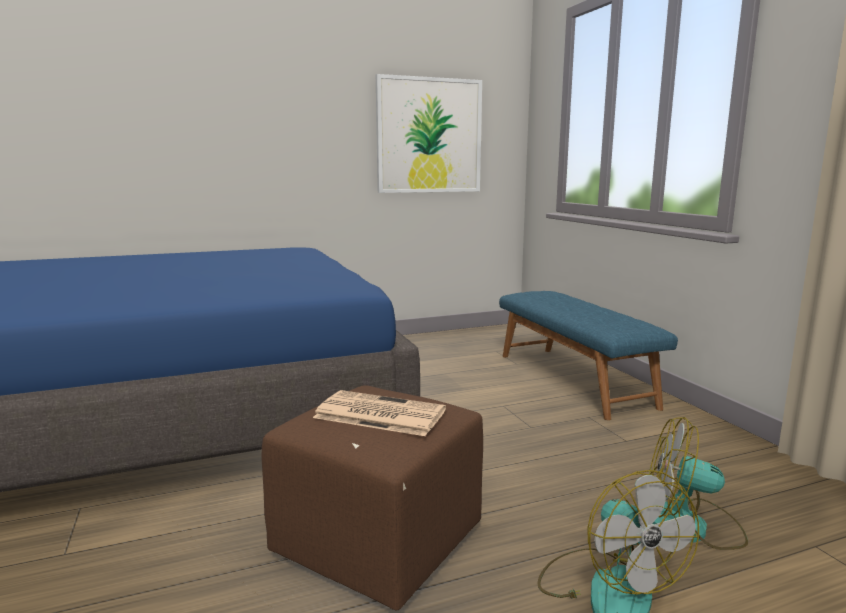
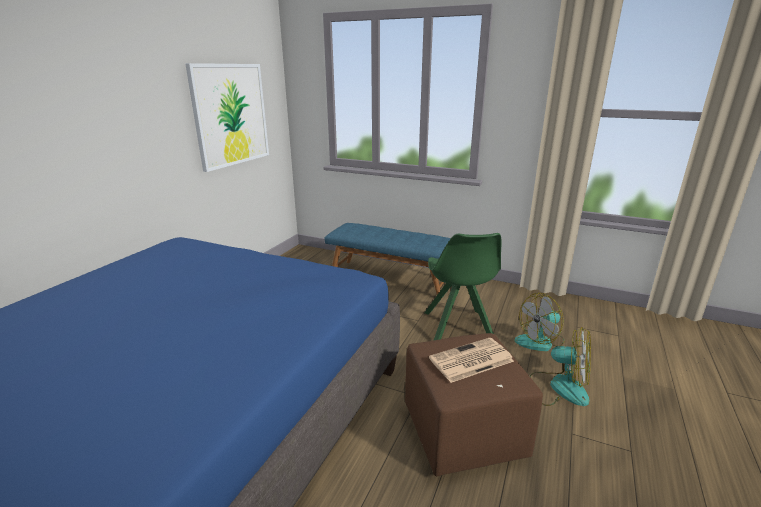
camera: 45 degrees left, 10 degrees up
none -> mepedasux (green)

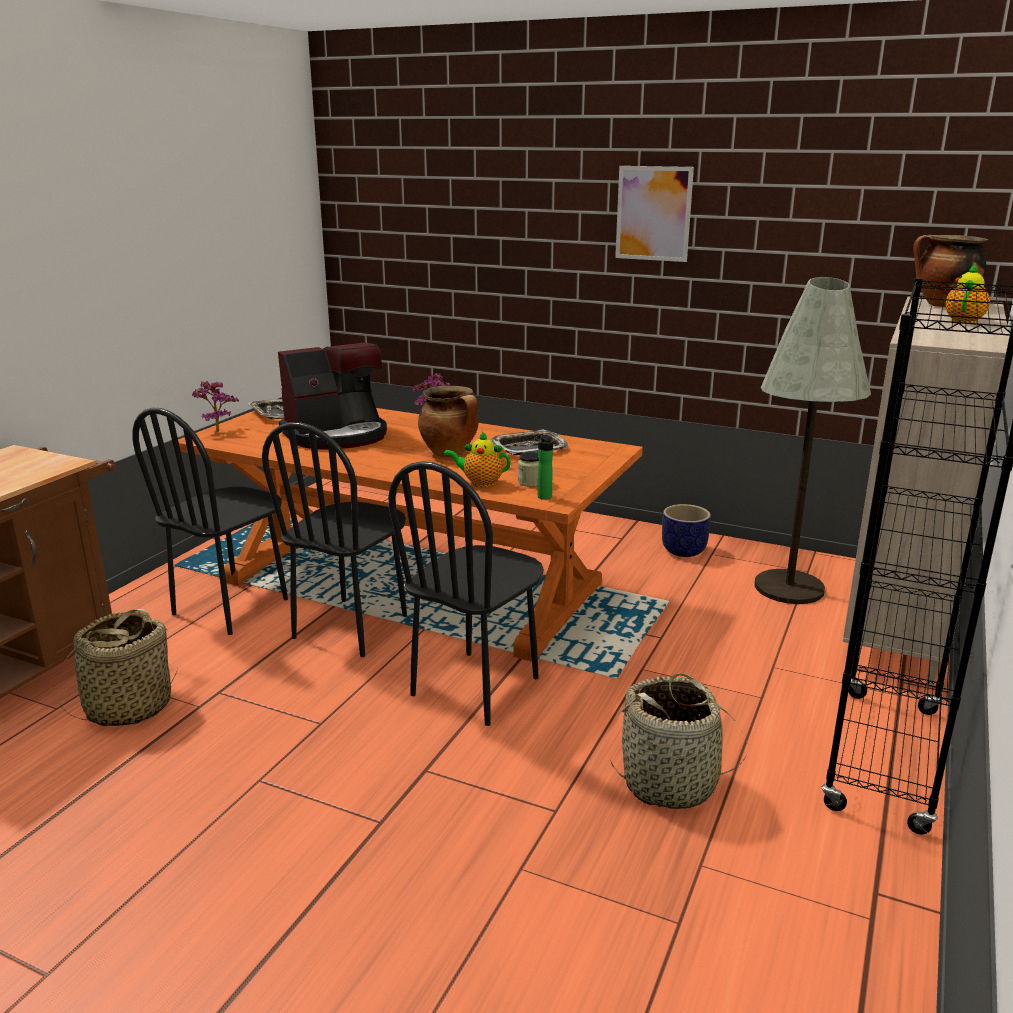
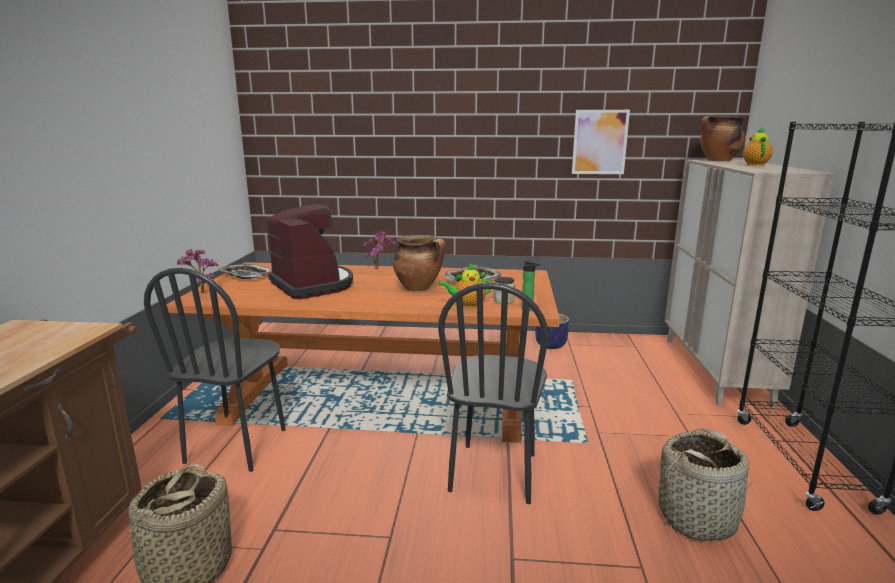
camera: 20 degrees left, 5 degrees down
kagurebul, 75 degrees counterclockwise
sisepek, relocated
mepedasux (black) (no. 2 from left) -> none
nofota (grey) -> none

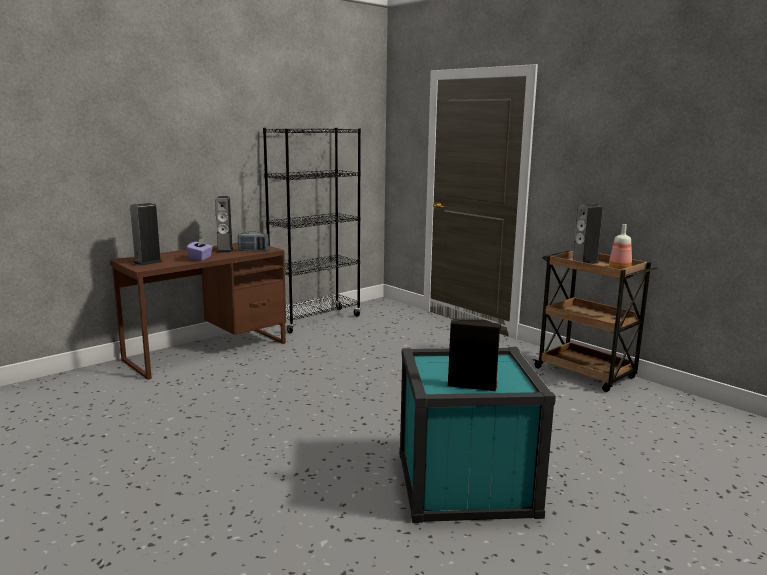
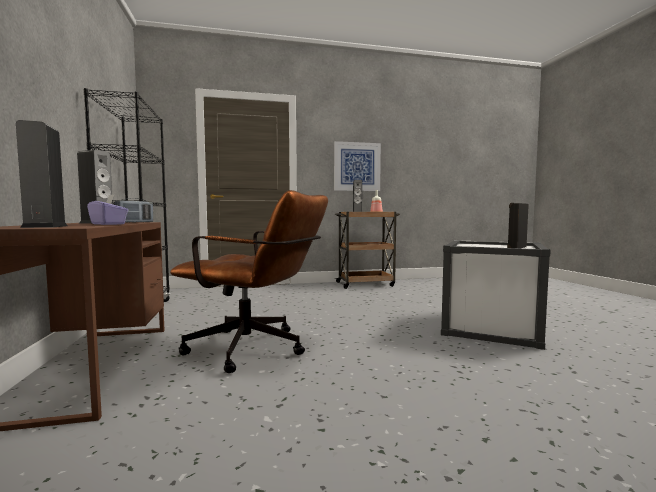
camera: 60 degrees left, 10 degrees down
none -> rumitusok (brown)
none -> sisepek
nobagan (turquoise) -> nobagan (white)

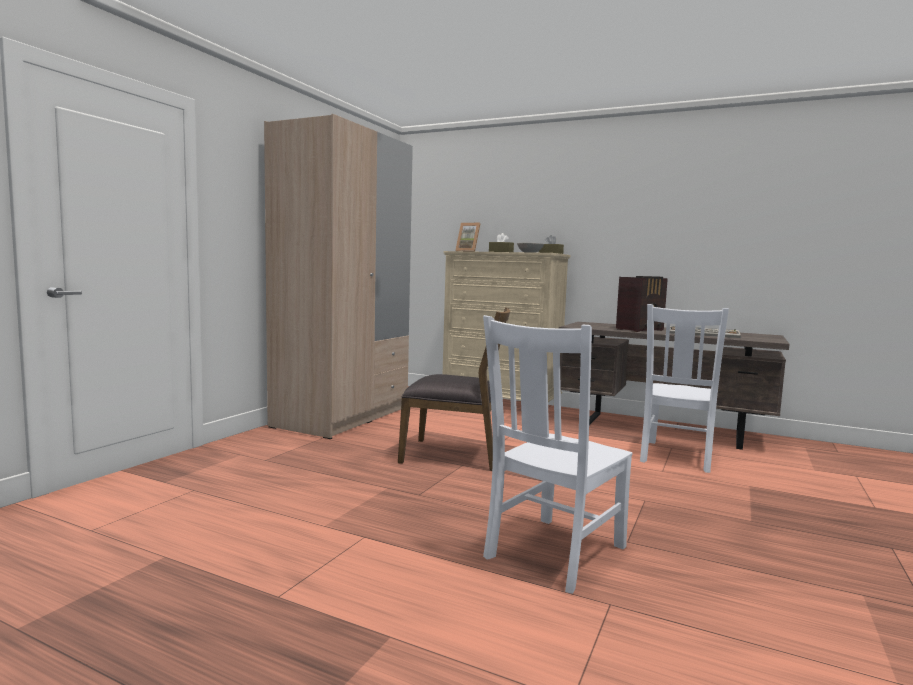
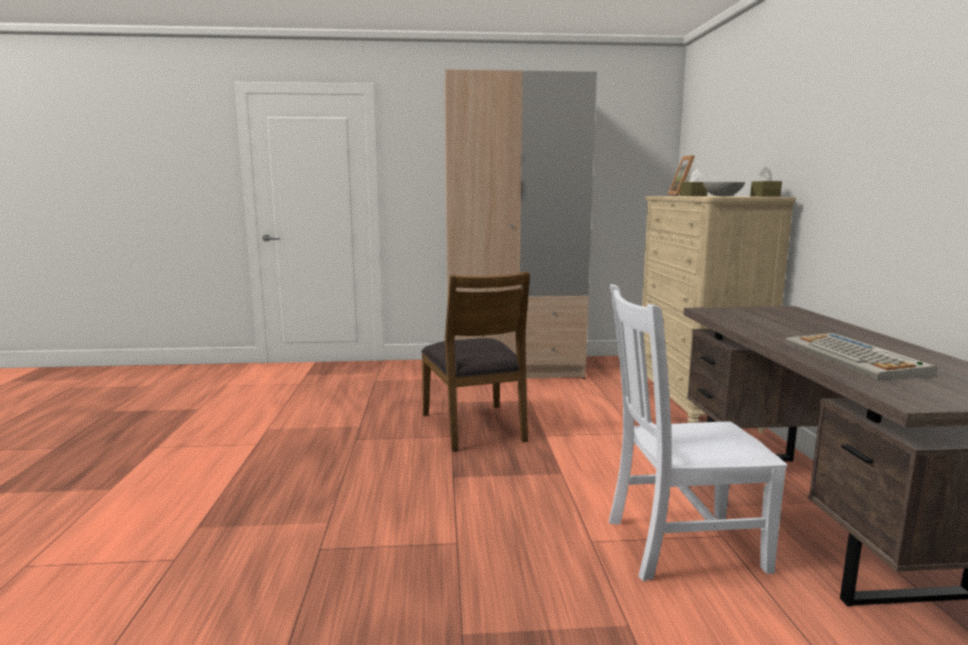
camera: 60 degrees right, 5 degrees up
mepedasux (white) (no. 1 from left) -> none
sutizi -> none

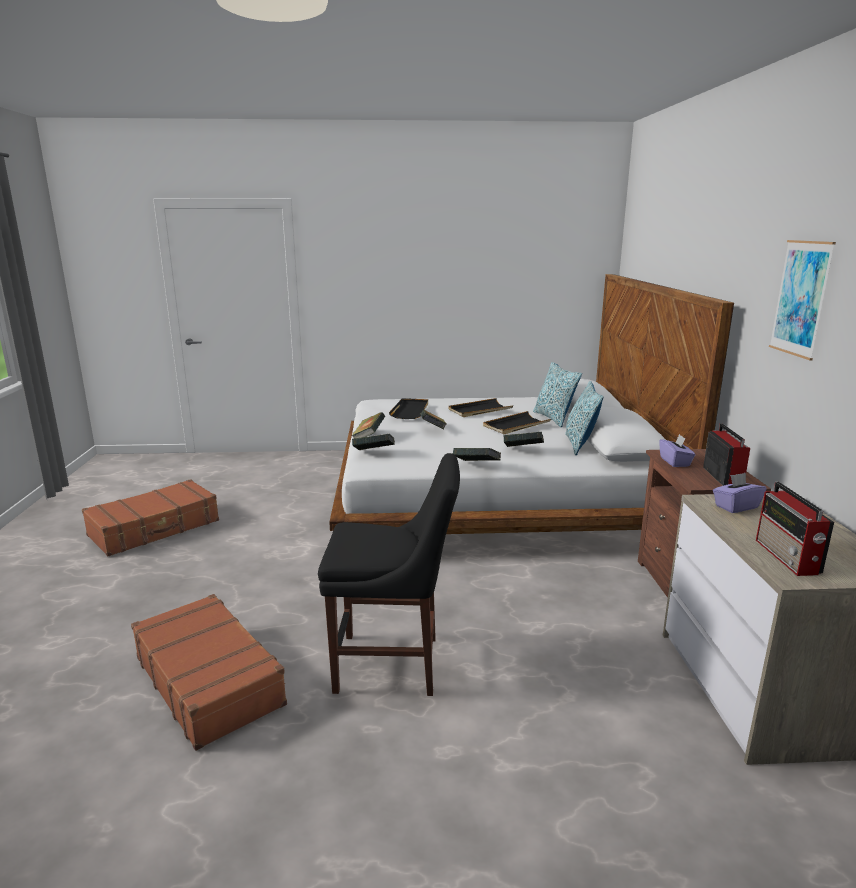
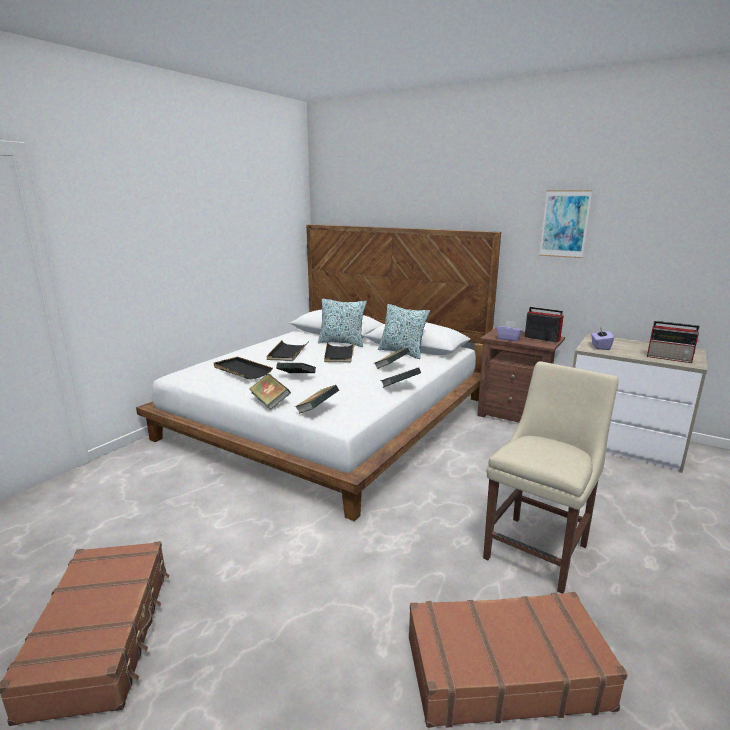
camera: 55 degrees left, 0 degrees up
mepedasux (black) -> mepedasux (beige)

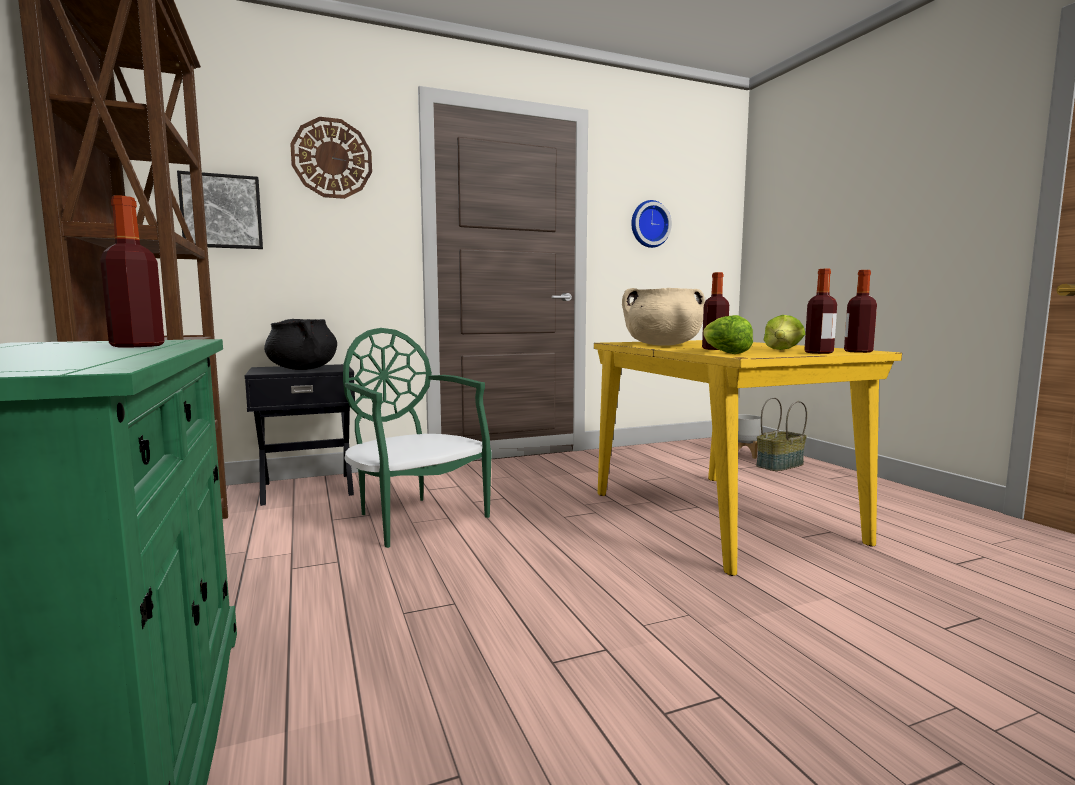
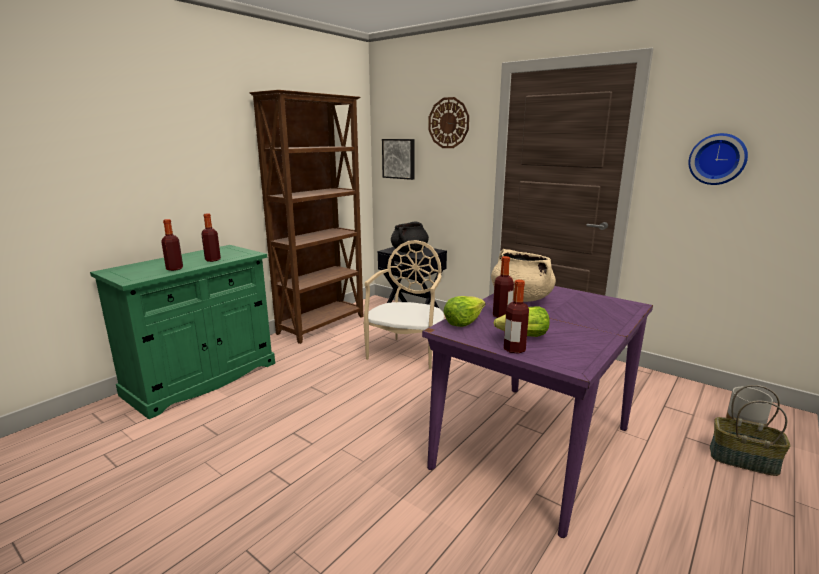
camera: 60 degrees right, 10 degrees up
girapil (no. 4 from left in the first image) -> girapil (no. 1 from left), relocated
mepedasux (green) -> mepedasux (beige)
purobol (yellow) -> purobol (purple)

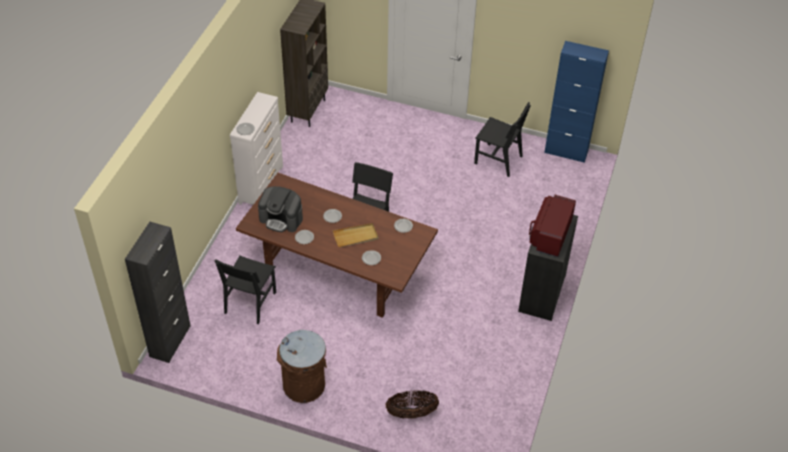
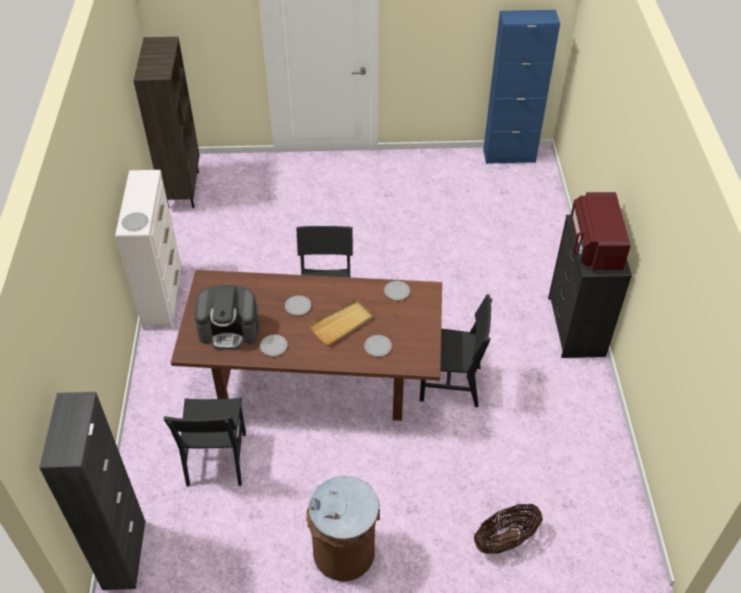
camera: 20 degrees left, 0 degrees up
mepedasux (black) (no. 3 from left), relocated

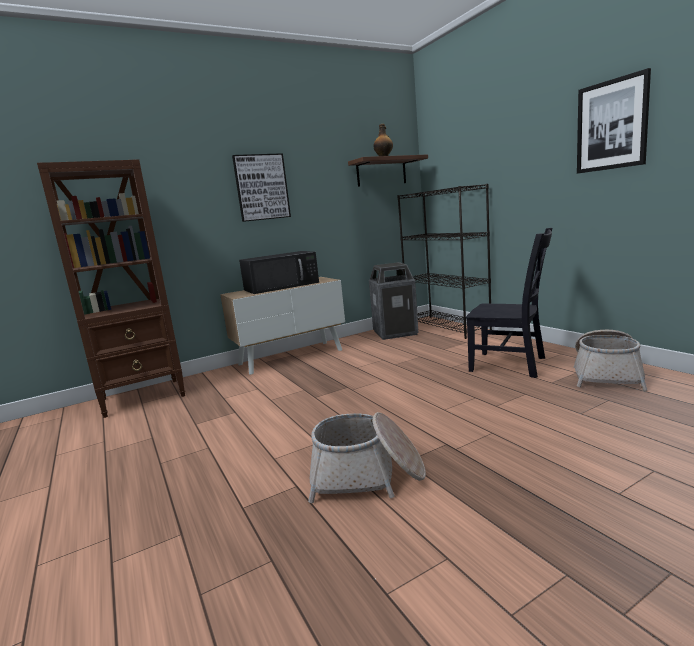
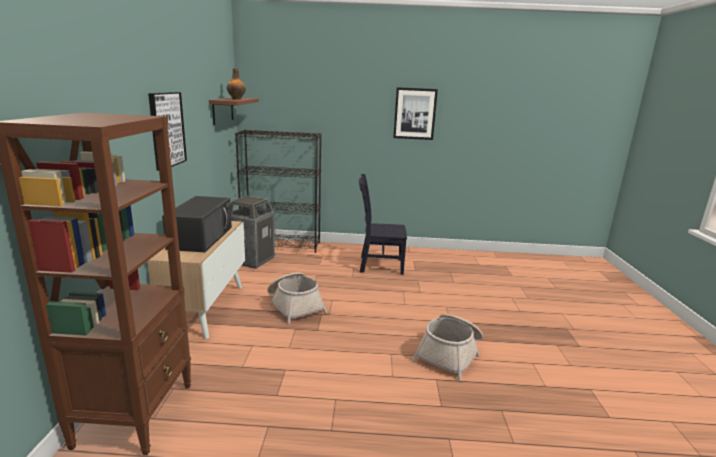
camera: 60 degrees left, 5 degrees up
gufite (no. 2 from left in the first image) -> gufite (no. 1 from left), relocated
mepedasux (black), 150 degrees counterclockwise

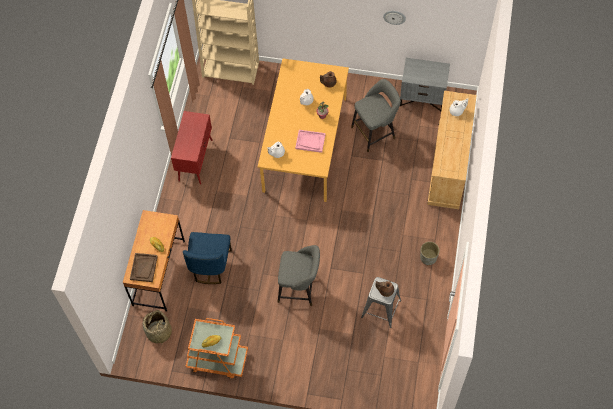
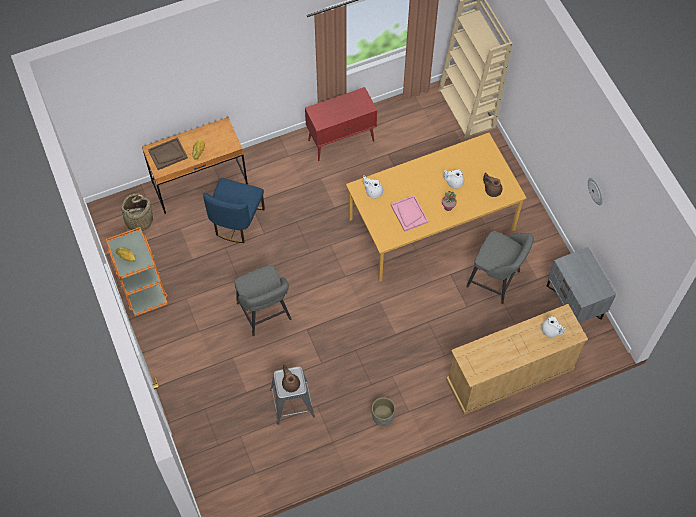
camera: 55 degrees right, 0 degrees up
mepedasux (blue), 45 degrees counterclockwise

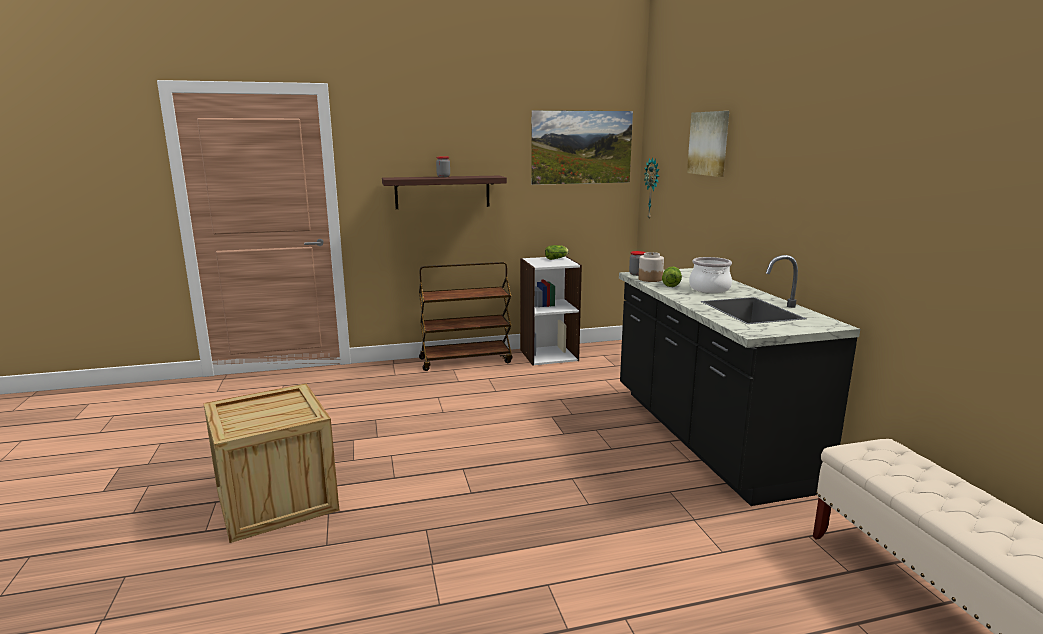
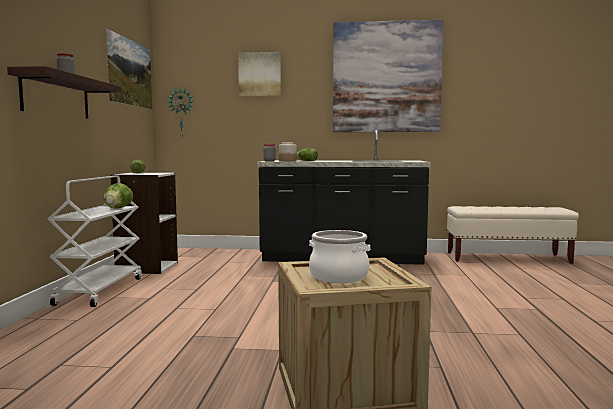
camera: 70 degrees left, 10 degrees down
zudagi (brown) -> zudagi (white)
none -> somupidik (no. 1 from left)
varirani, relocated
none -> sisepek (no. 3 from left)

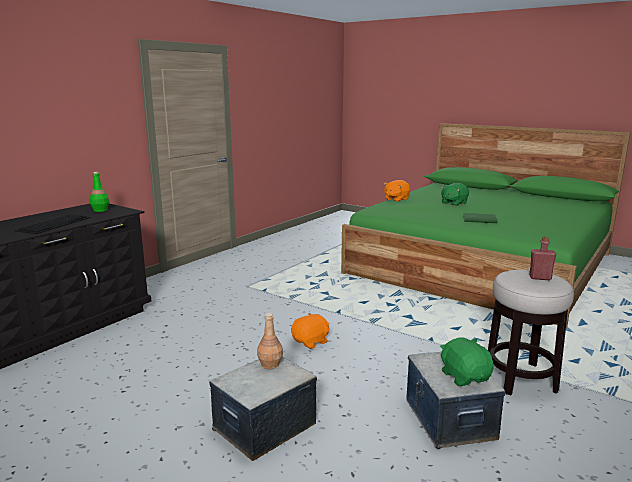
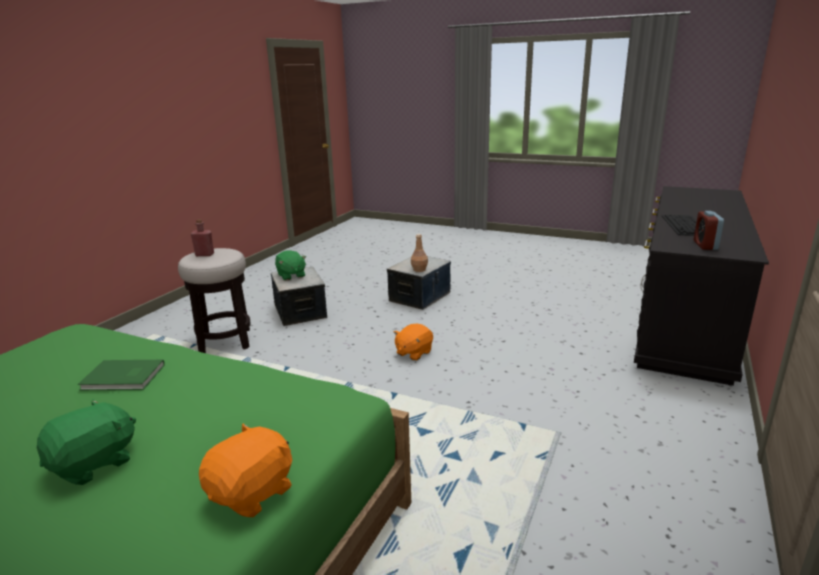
camera: 170 degrees right, 5 degrees up
girapil (green) -> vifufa

